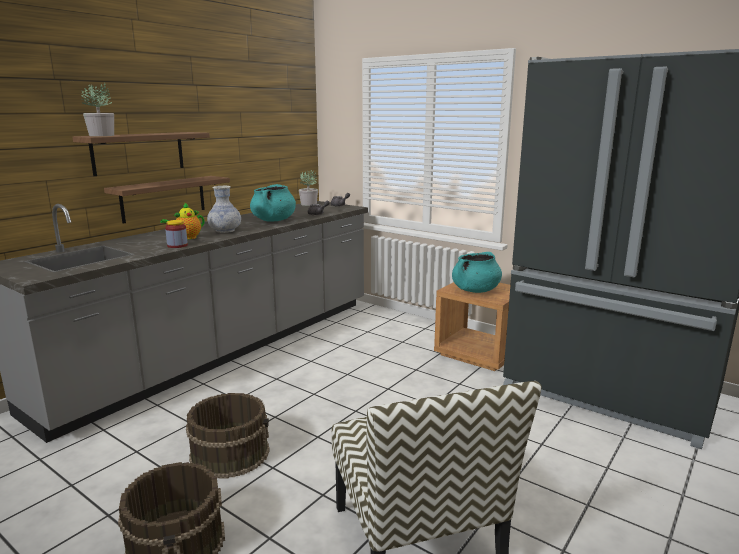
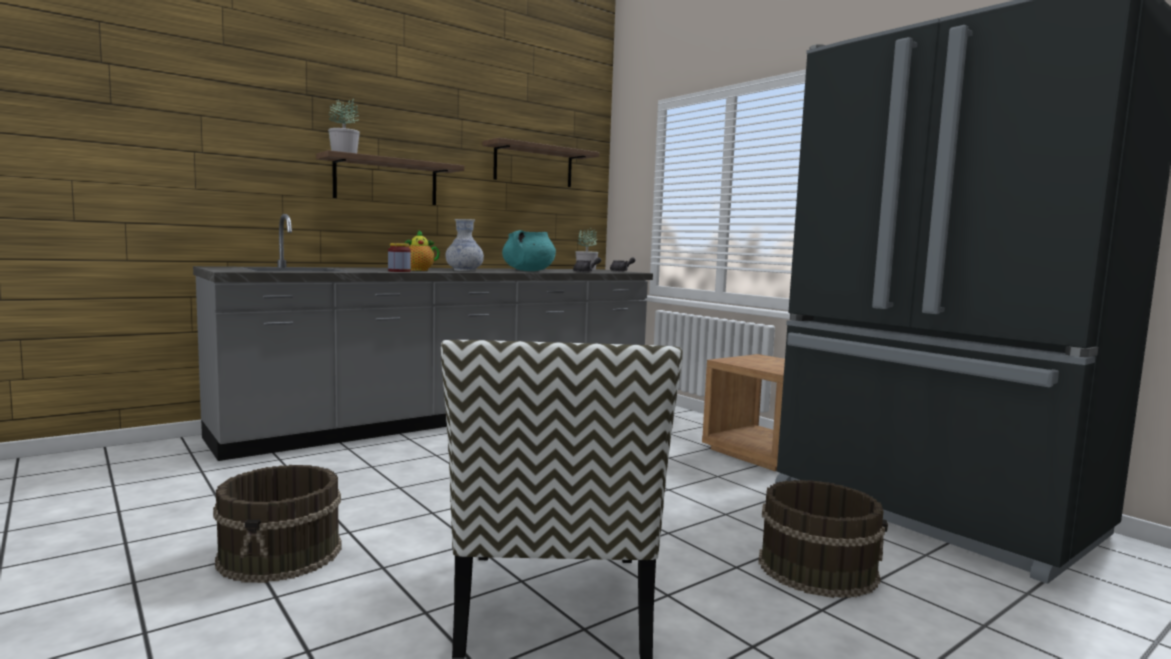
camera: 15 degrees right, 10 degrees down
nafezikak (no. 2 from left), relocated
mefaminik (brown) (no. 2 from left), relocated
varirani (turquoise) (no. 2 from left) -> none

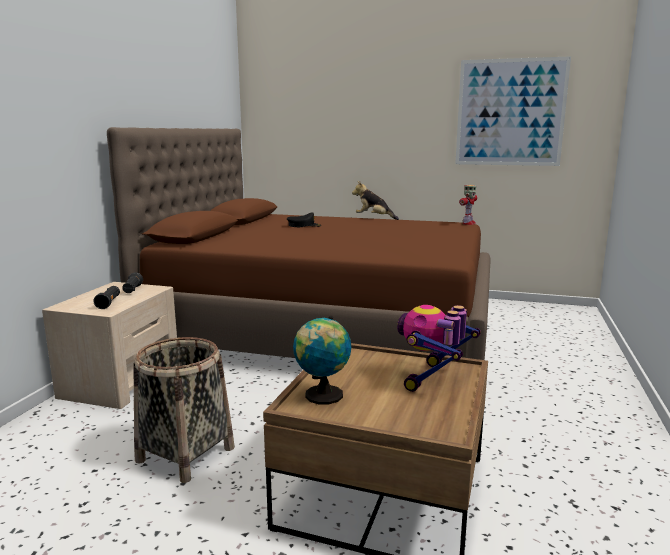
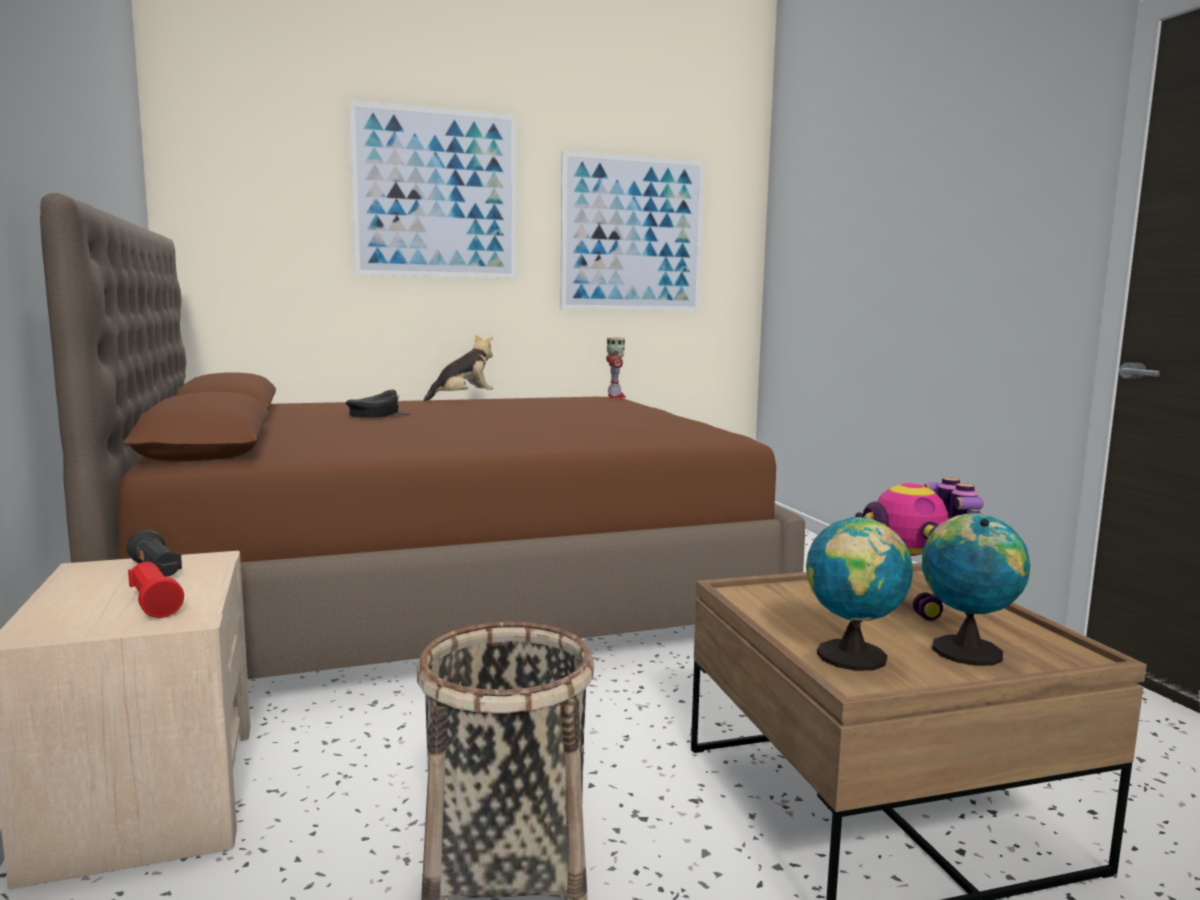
camera: 35 degrees left, 5 degrees down
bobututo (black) (no. 1 from left) -> bobututo (red)
none -> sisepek (no. 1 from left)
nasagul, 150 degrees clockwise
none -> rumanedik (no. 2 from left)

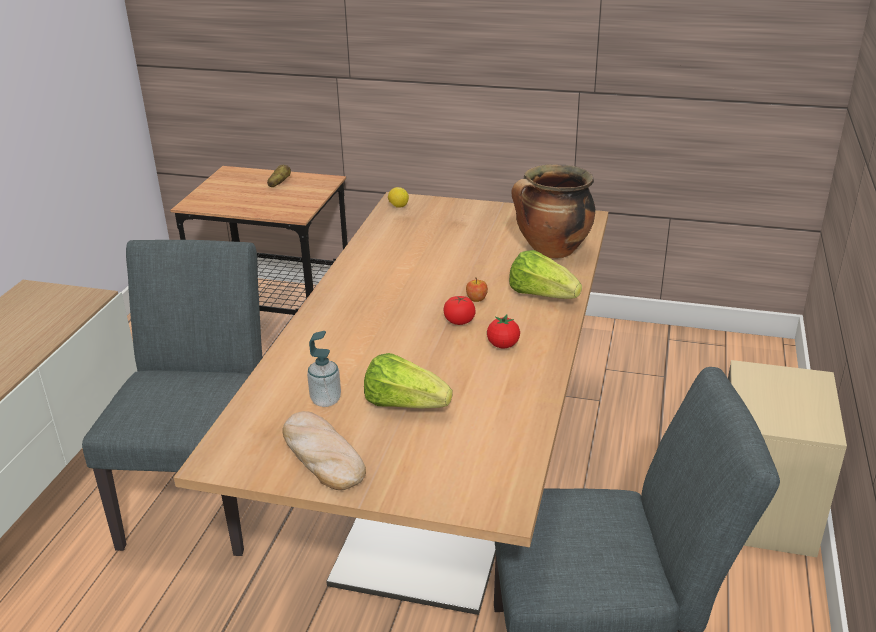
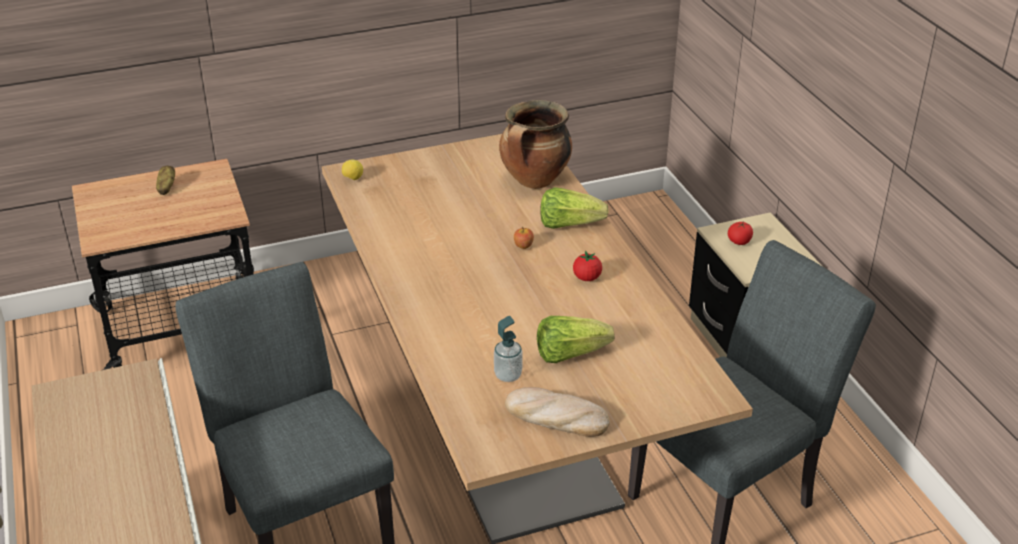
camera: 35 degrees left, 5 degrees up
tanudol (no. 1 from left in the first image) -> tanudol (no. 2 from left), relocated

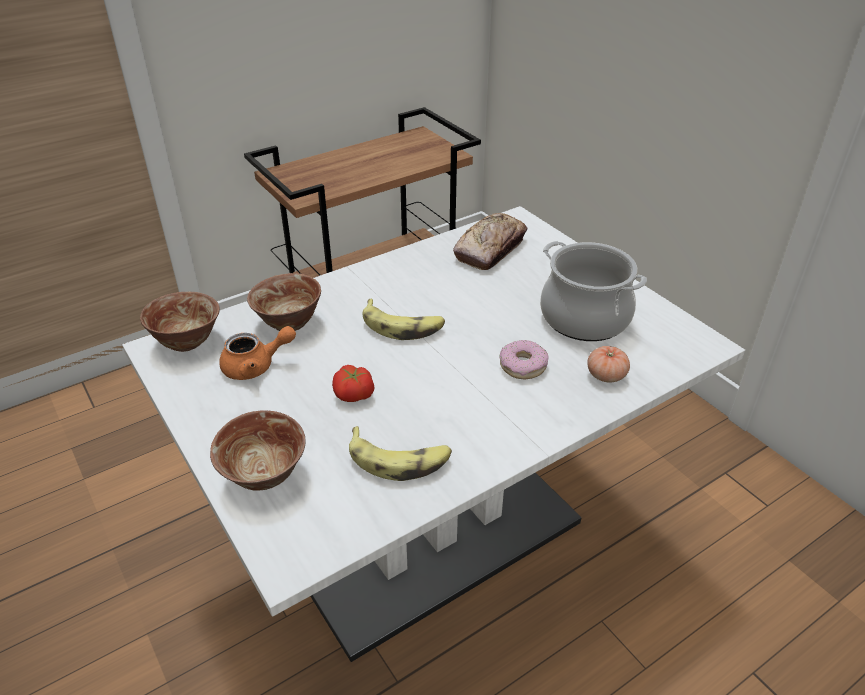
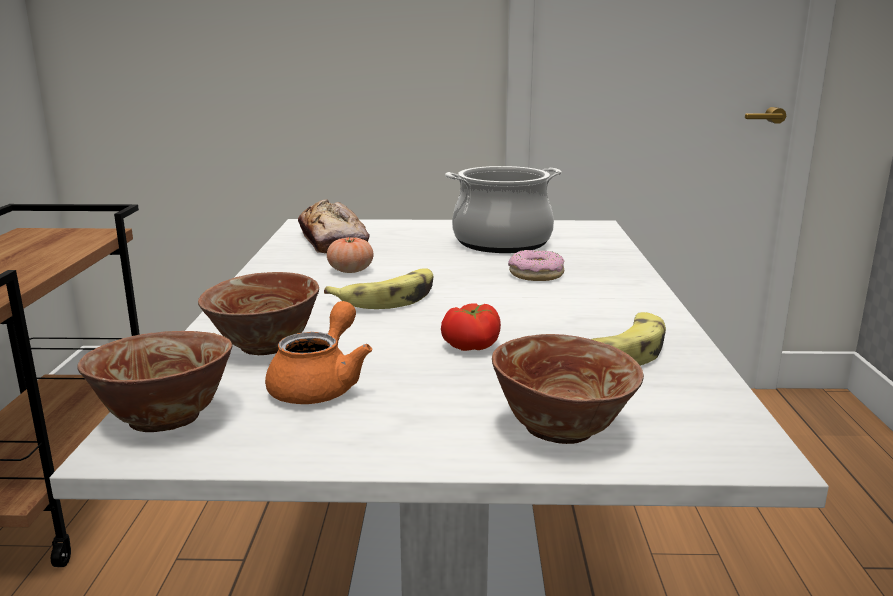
camera: 55 degrees left, 20 degrees down
tanudol (no. 2 from left in the first image) -> tanudol (no. 1 from left), relocated

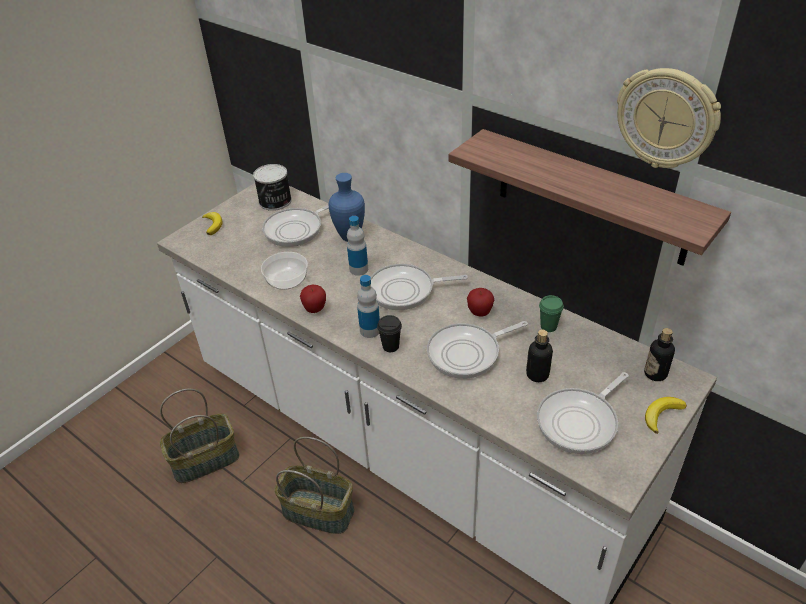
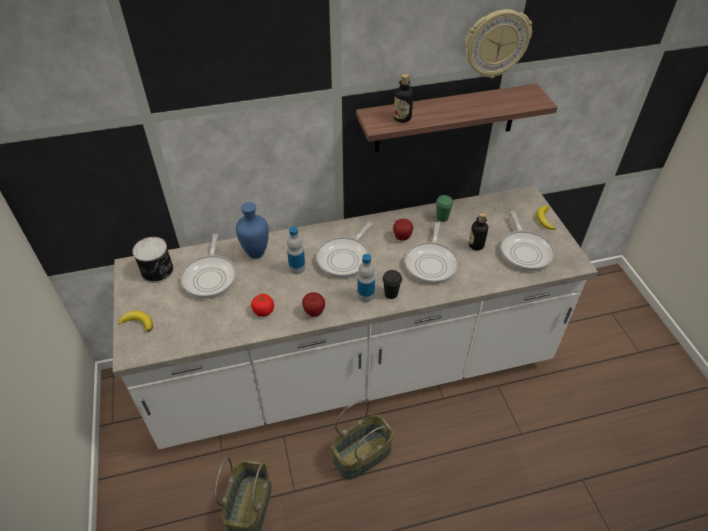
camera: 55 degrees left, 5 degrees up
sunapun -> tanudol
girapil (no. 4 from left in the first image) -> girapil (no. 3 from left), relocated

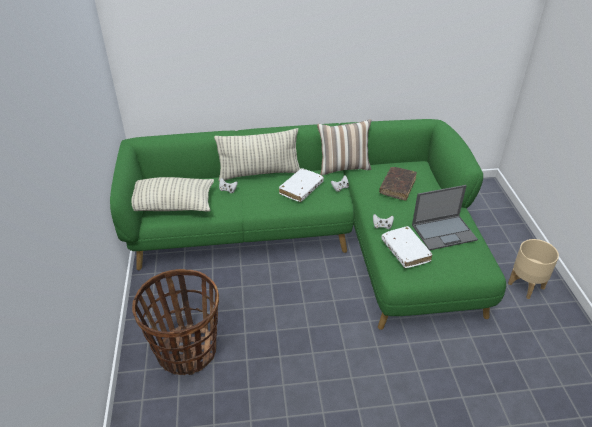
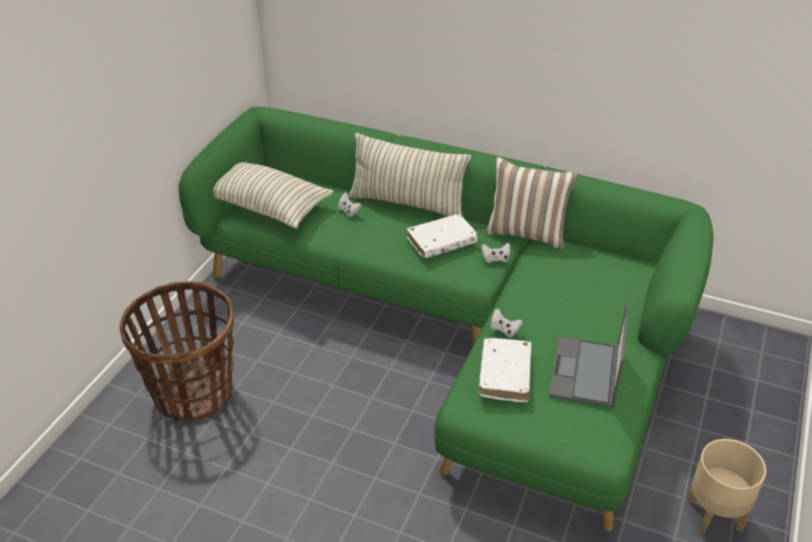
camera: 30 degrees right, 0 degrees up
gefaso, 90 degrees clockwise
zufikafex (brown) -> none

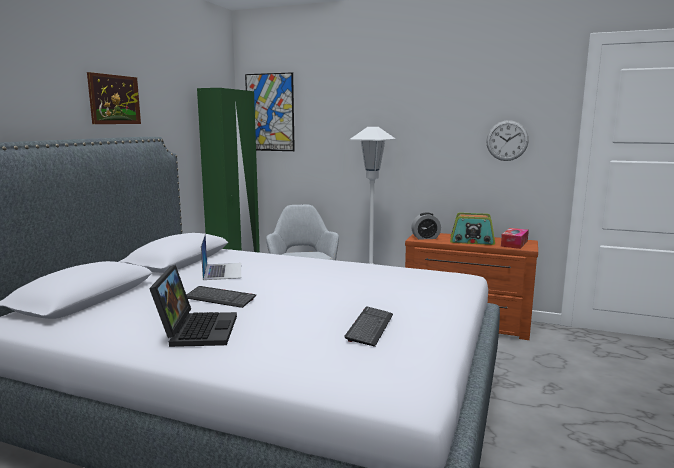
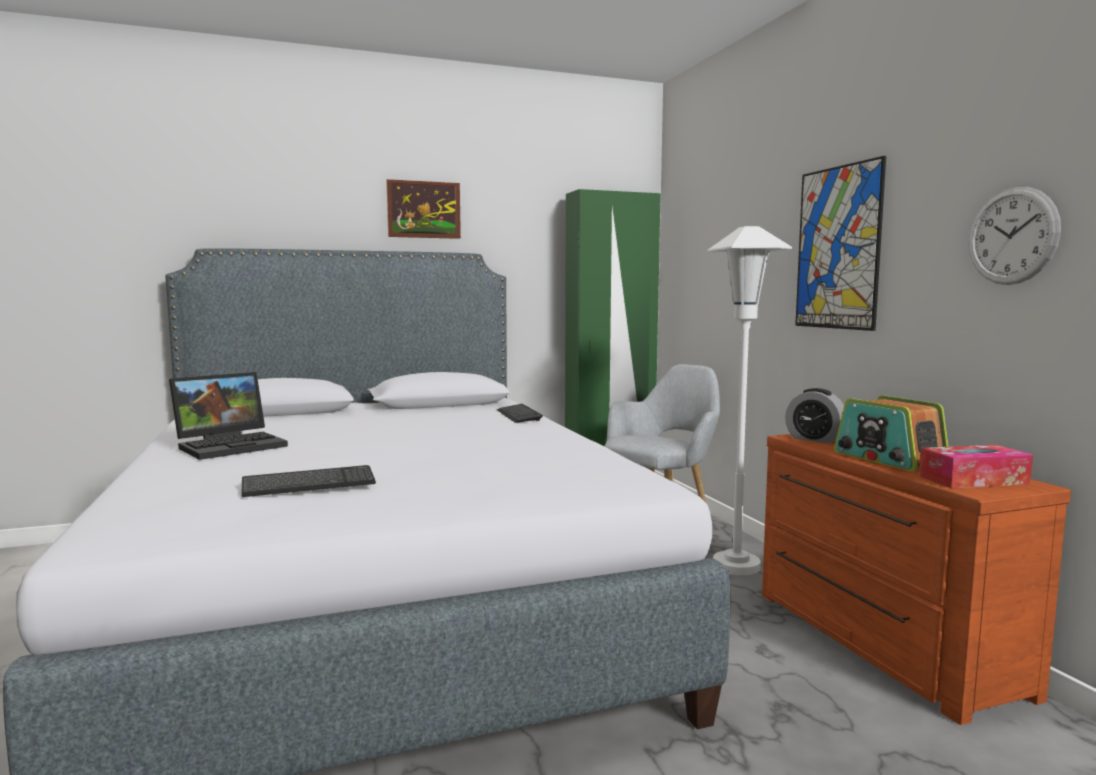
camera: 50 degrees right, 5 degrees down
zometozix (no. 1 from left in the first image) -> zometozix (no. 2 from left), relocated
sisepek (no. 2 from left), relocated
gefaso (no. 2 from left) -> none

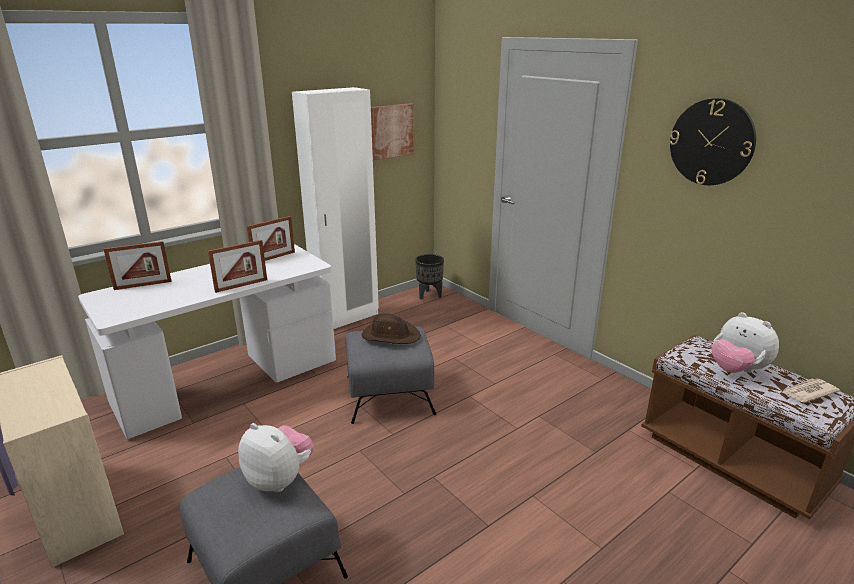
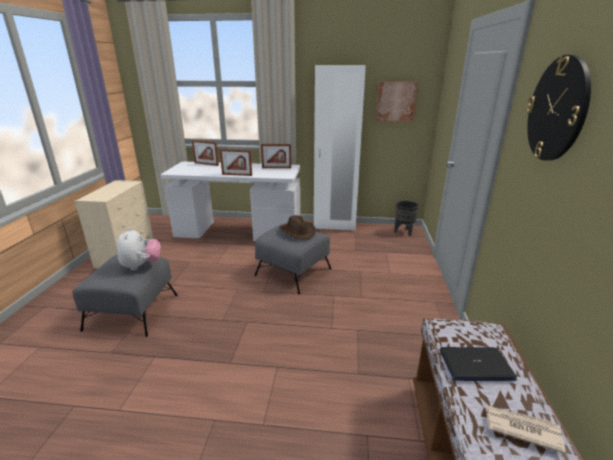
camera: 45 degrees right, 0 degrees up
nasagul (no. 2 from left) -> gefaso

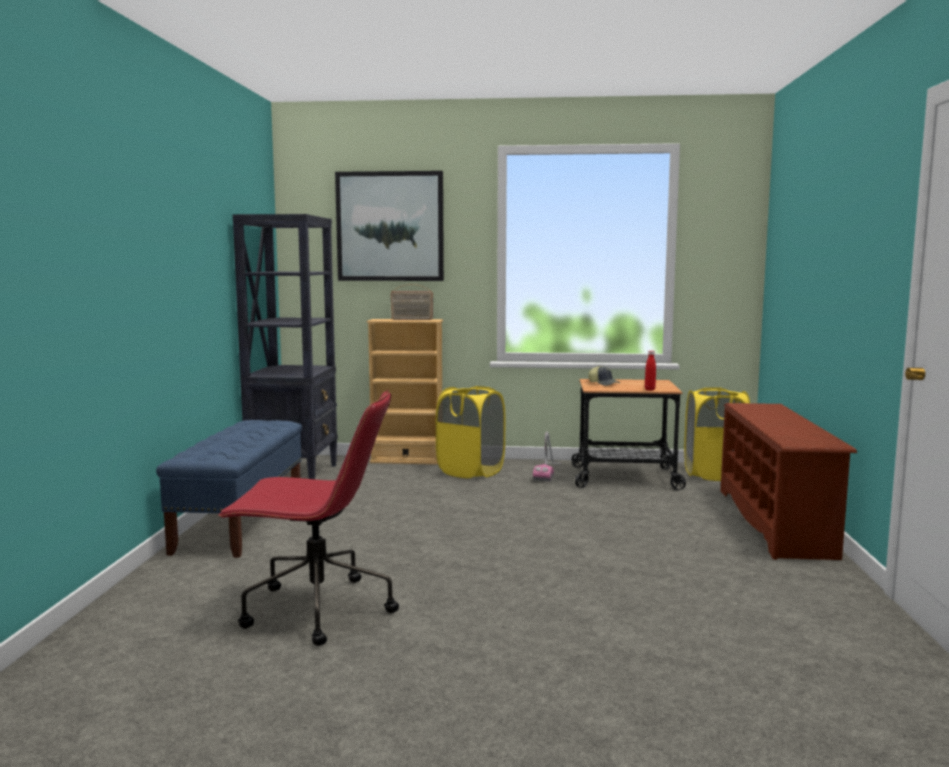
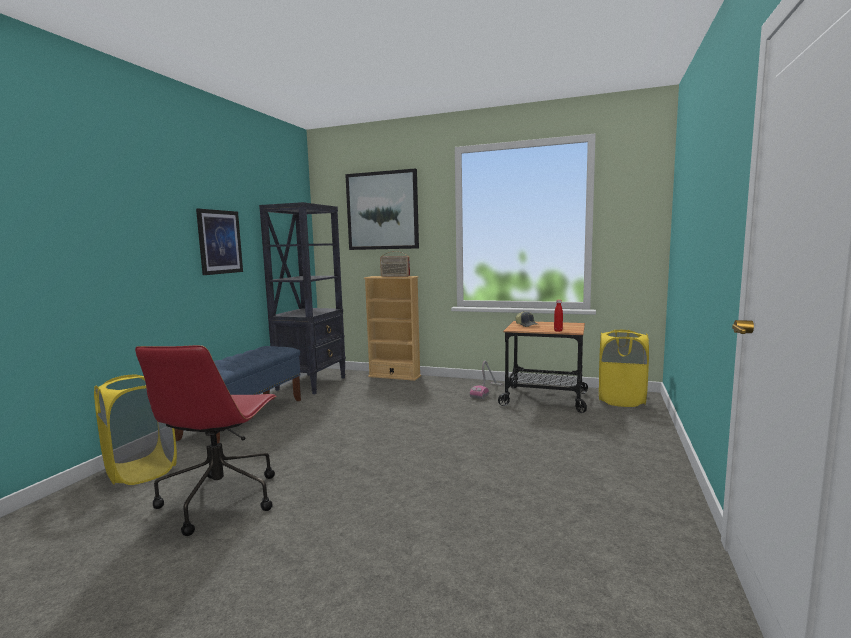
camera: 15 degrees right, 0 degrees up
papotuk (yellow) (no. 1 from left), relocated
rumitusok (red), 75 degrees clockwise
none -> sisepek (no. 1 from left)
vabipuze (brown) -> none

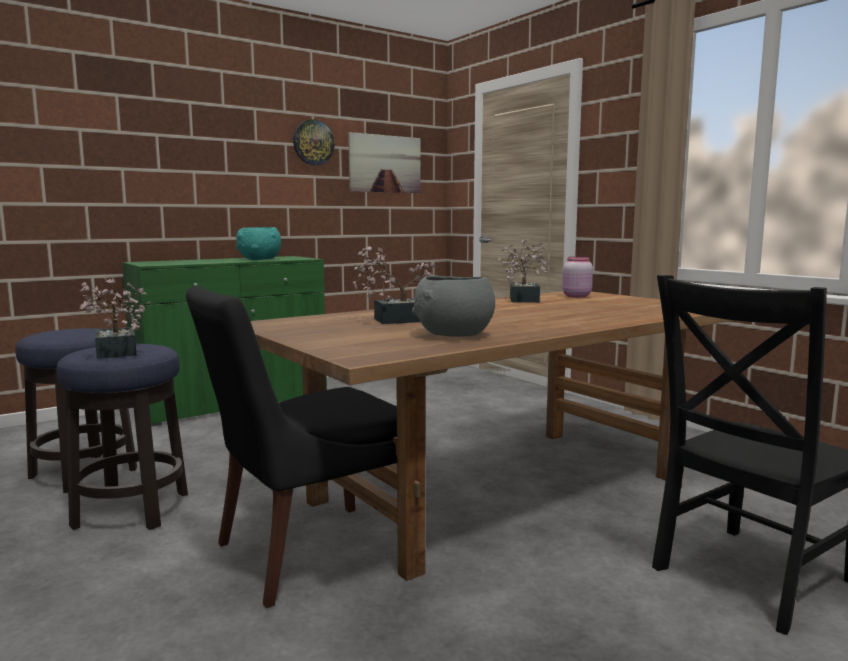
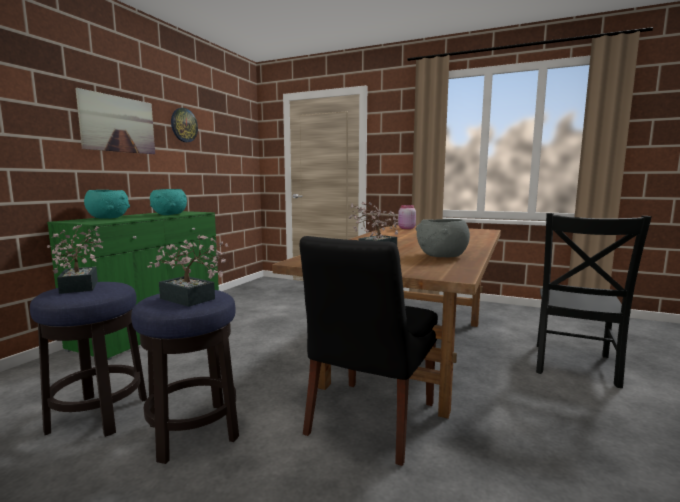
camera: 30 degrees left, 0 degrees up
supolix (no. 3 from left in the first image) -> supolix (no. 1 from left), relocated
sisepek, relocated
none -> sunapun (turquoise) (no. 1 from left)

